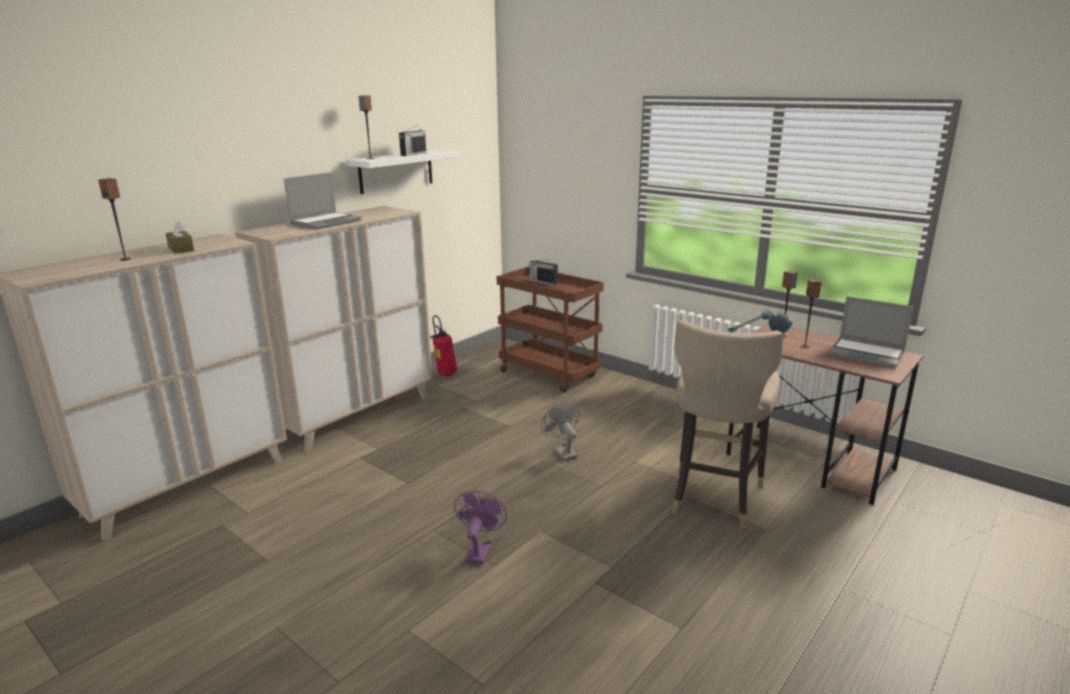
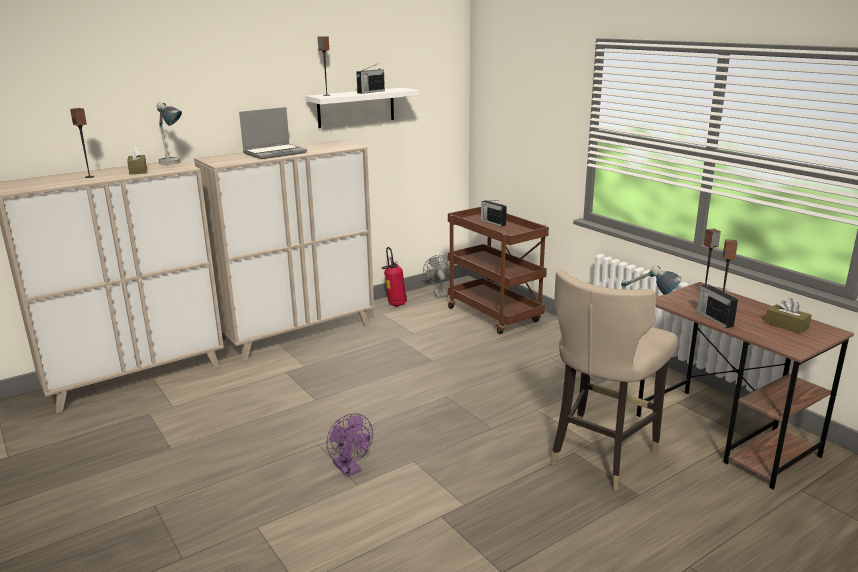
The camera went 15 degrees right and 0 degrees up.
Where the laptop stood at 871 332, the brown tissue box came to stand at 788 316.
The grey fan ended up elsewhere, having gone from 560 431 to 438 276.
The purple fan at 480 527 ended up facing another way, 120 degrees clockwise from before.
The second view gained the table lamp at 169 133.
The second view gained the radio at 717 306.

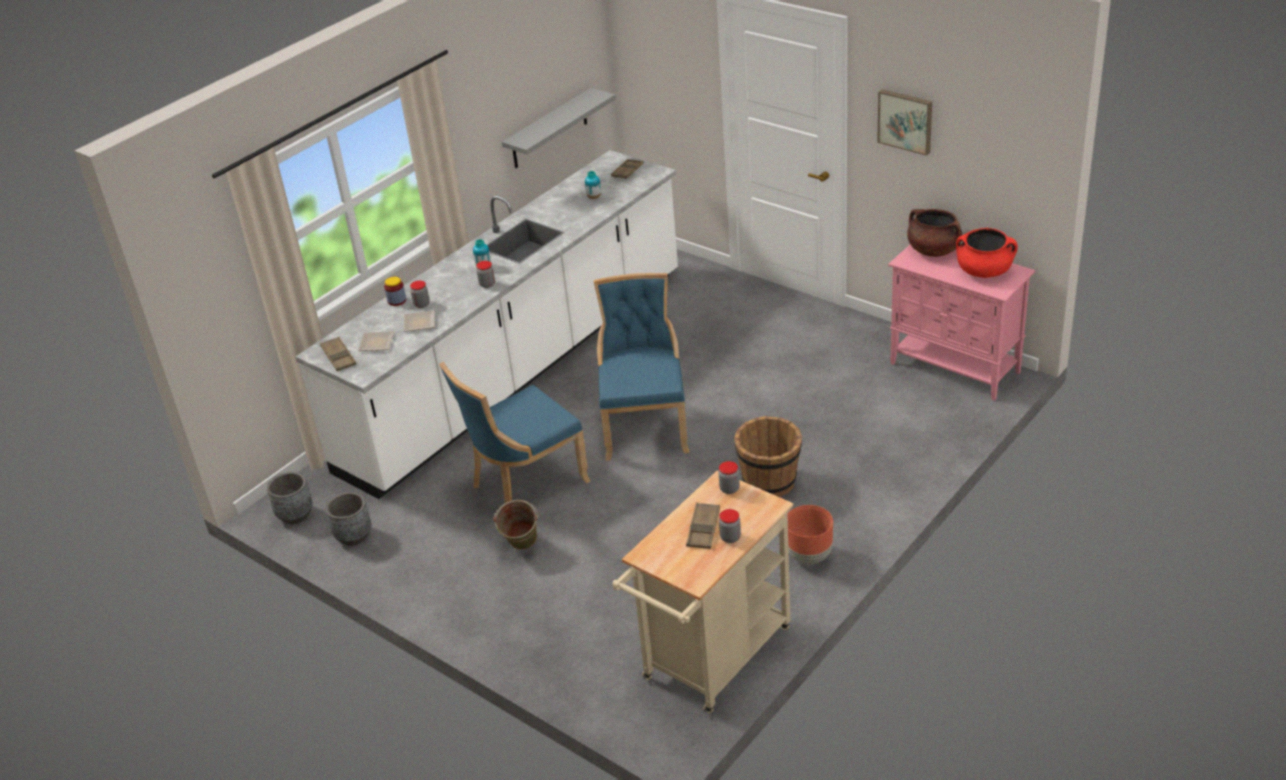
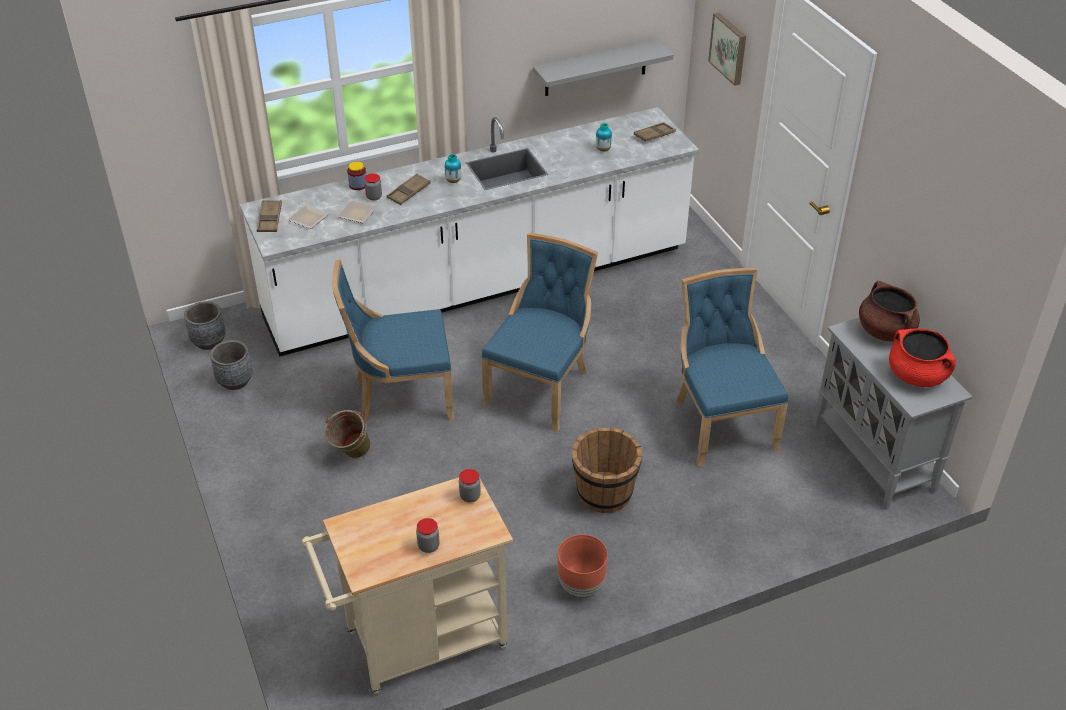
The camera went 25 degrees right and 5 degrees up.
The picture ended up elsewhere, having gone from 904 122 to 727 49.
What was the pink cabinet at 961 323 turned into the grey cabinet at 893 414.
The second view lost the jar at 485 274.
The brown tray ended up elsewhere, having gone from 703 525 to 409 189.
The second view gained the blue chair at 732 367.

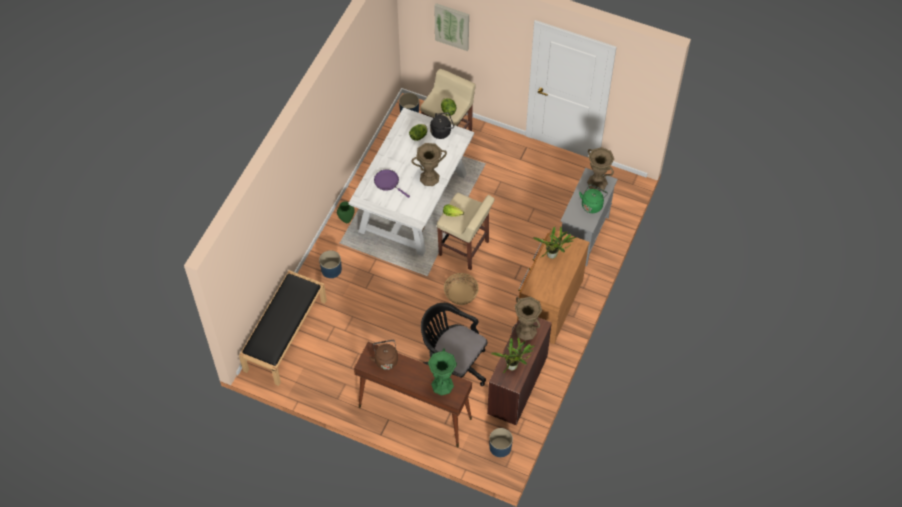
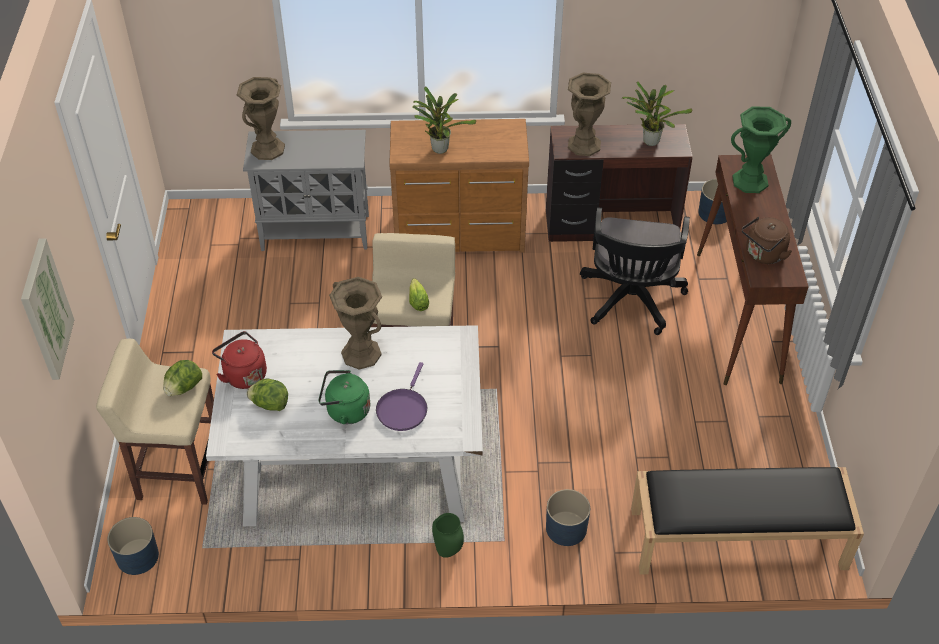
The camera went 115 degrees left and 10 degrees down.
What was the black kettle at 442 125 turned into the red kettle at 239 360.
The green kettle ended up elsewhere, having gone from 593 198 to 344 397.
The second view lost the basket at 461 289.

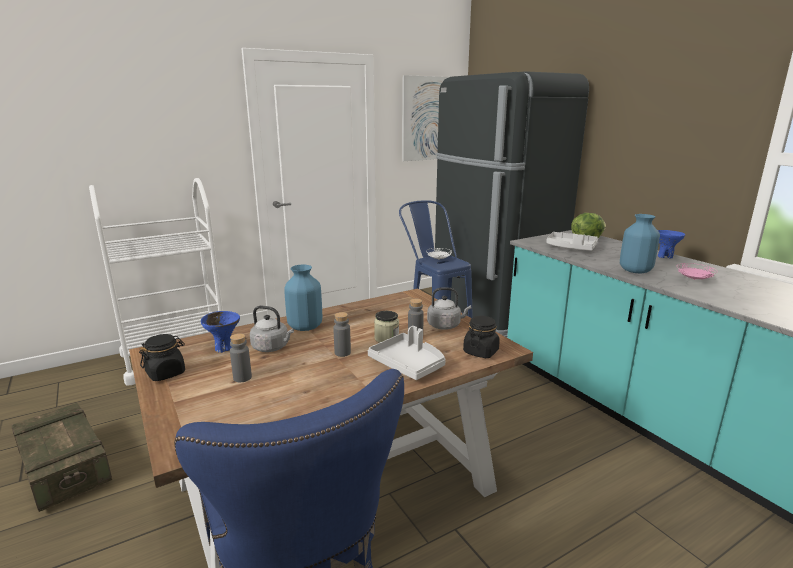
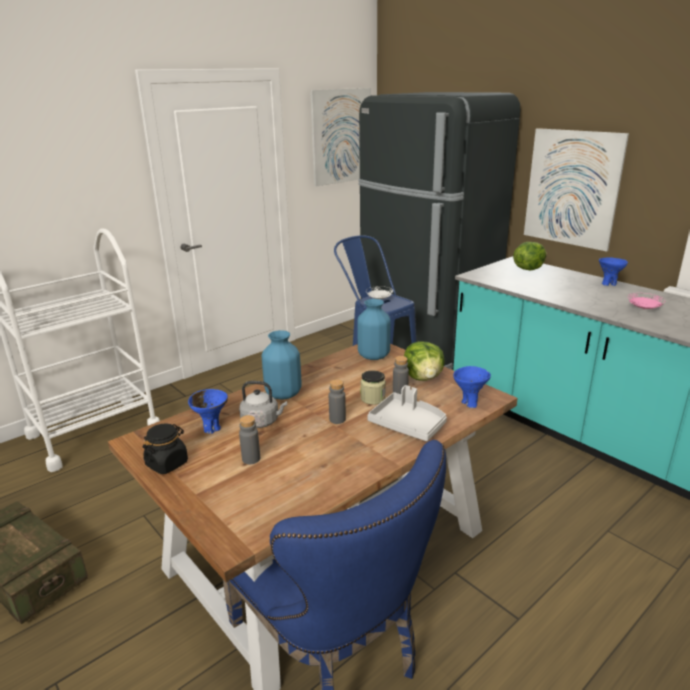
The camera went 10 degrees left and 5 degrees up.
The blue vase ended up elsewhere, having gone from 640 243 to 374 329.
The second view lost the grey tray at 572 241.
Where the grey kettle stood at 449 308, the lettuce came to stand at 424 361.
Where the black jar stood at 481 337, the blue bowl came to stand at 472 387.
The second view gained the picture at 576 190.

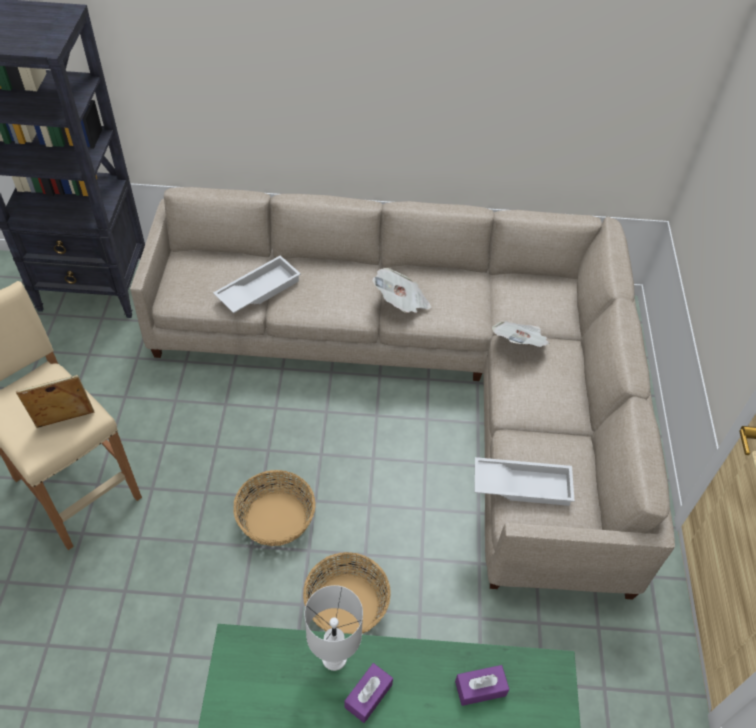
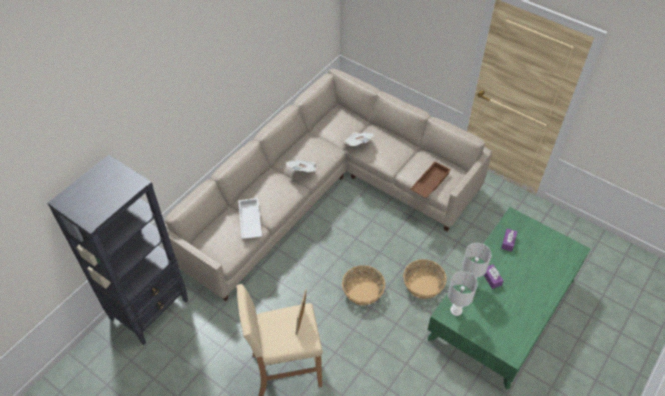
The camera went 55 degrees left and 0 degrees up.
What was the white tray at 524 481 turned into the brown tray at 430 179.
The second view gained the white table lamp at 463 293.

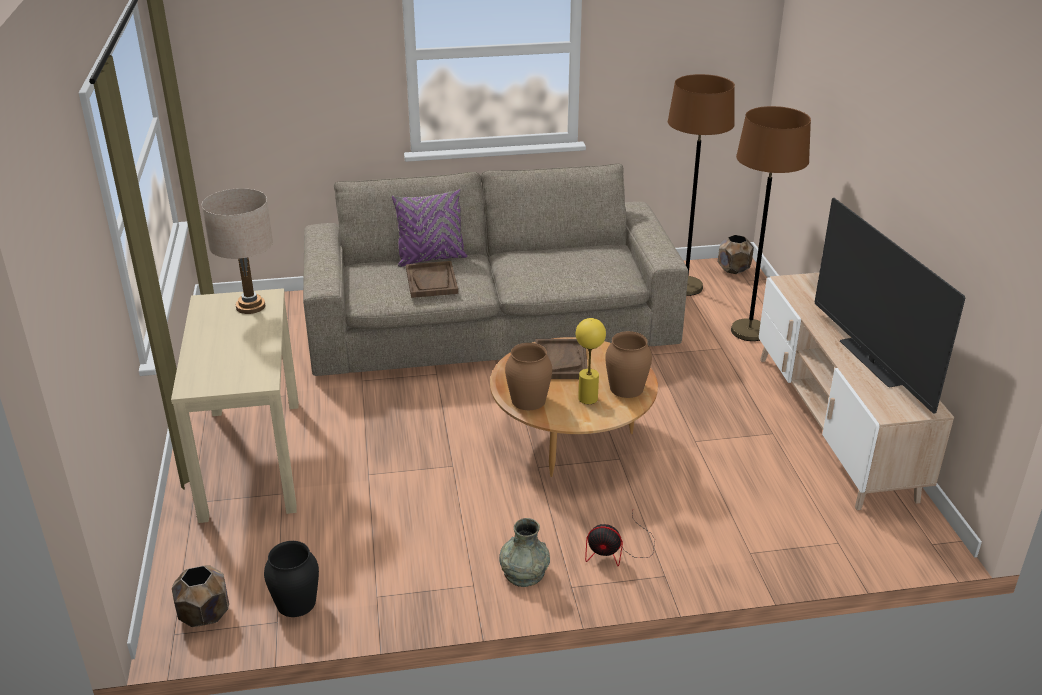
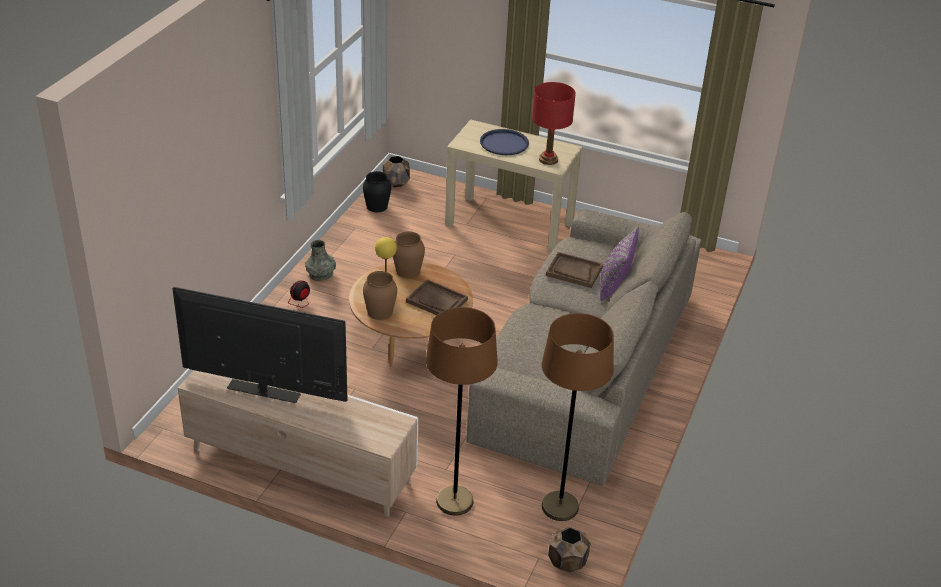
The camera went 120 degrees right and 5 degrees up.
What was the beige table lamp at 237 251 turned into the red table lamp at 554 123.
The second view gained the blue tray at 504 142.

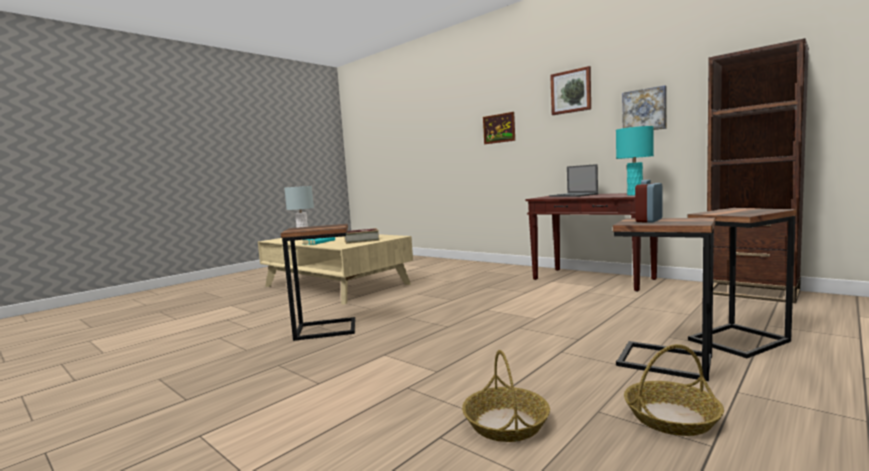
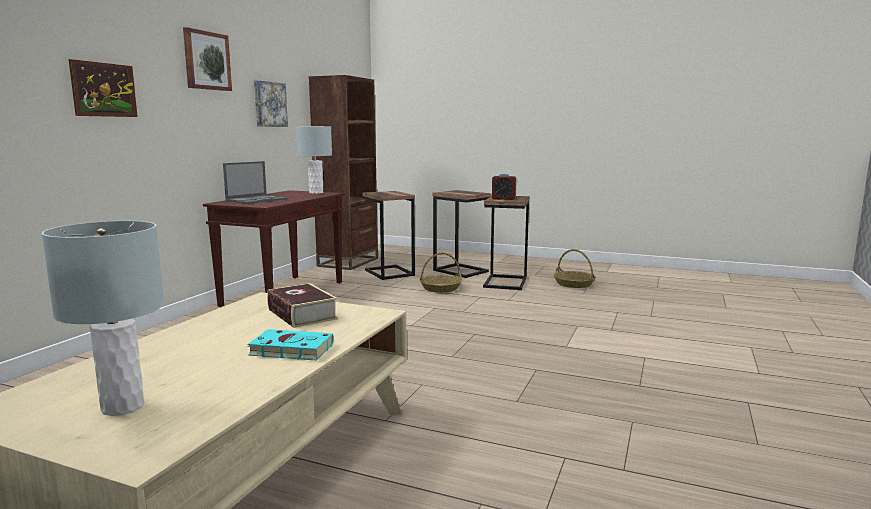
The camera went 110 degrees left and 5 degrees up.
What was the turquoise table lamp at 635 161 turned into the grey table lamp at 314 160.
The side table ended up elsewhere, having gone from 318 282 to 389 235.
The basket ended up elsewhere, having gone from 506 396 to 441 272.

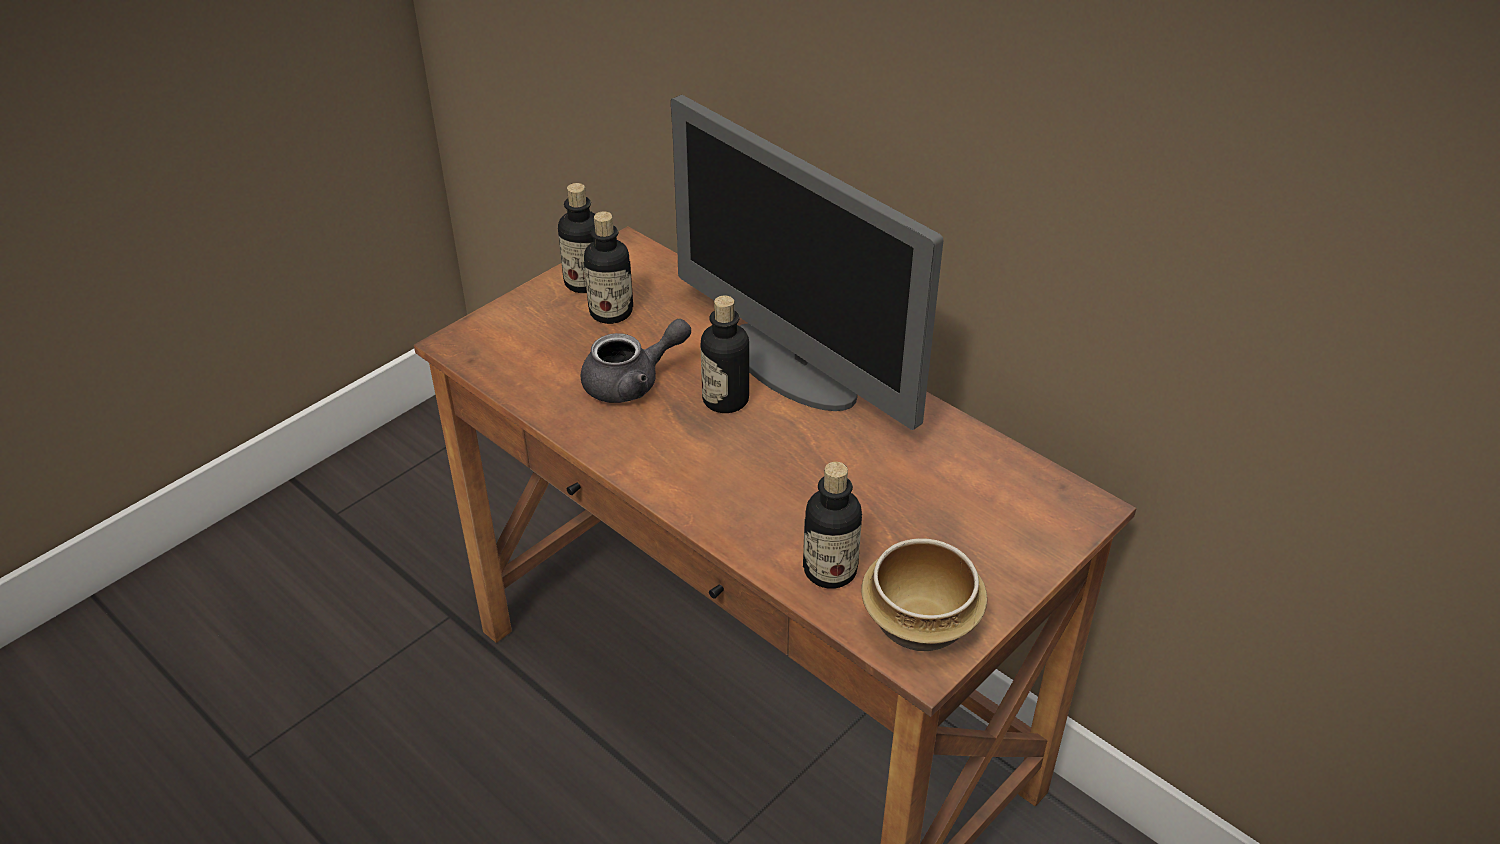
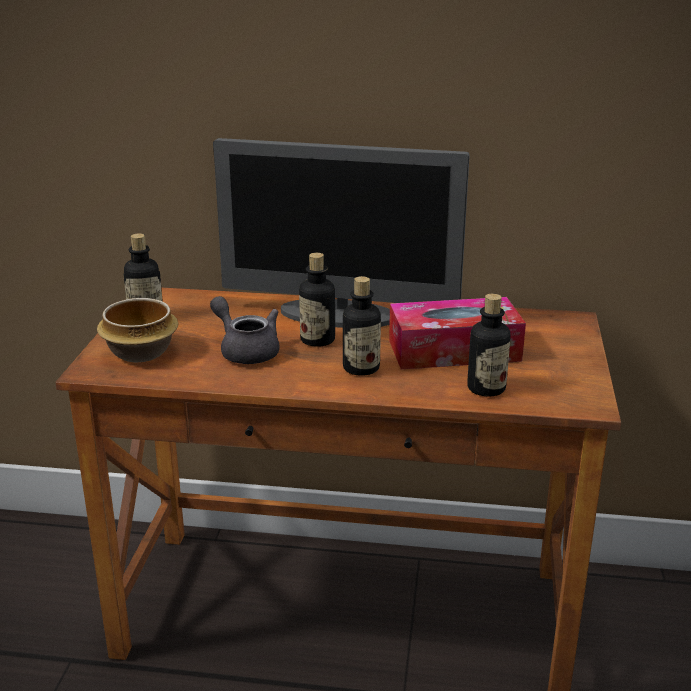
The camera went 35 degrees left and 15 degrees down.
The bottle ended up elsewhere, having gone from 608 267 to 362 326.
The grey teapot at 636 361 ended up facing another way, 75 degrees counterclockwise from before.
The bowl ended up elsewhere, having gone from 924 594 to 137 330.
The second view gained the tissue box at 457 333.

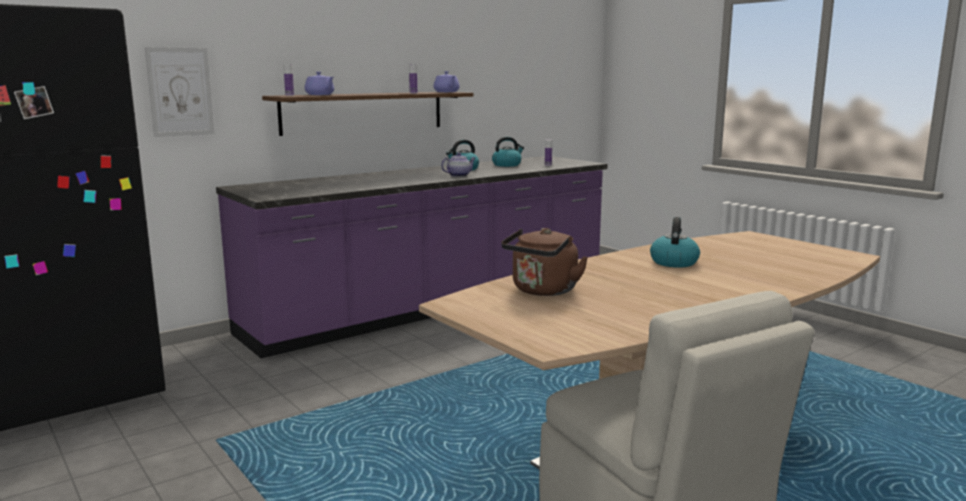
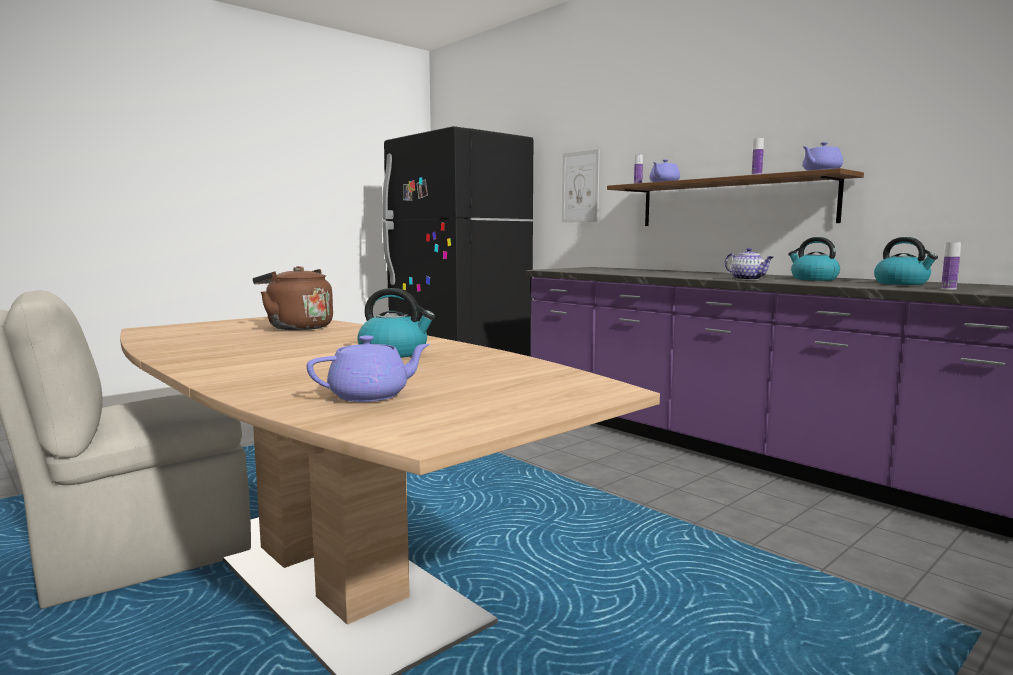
The camera went 85 degrees right and 5 degrees down.
The second view gained the purple teapot at 368 368.

